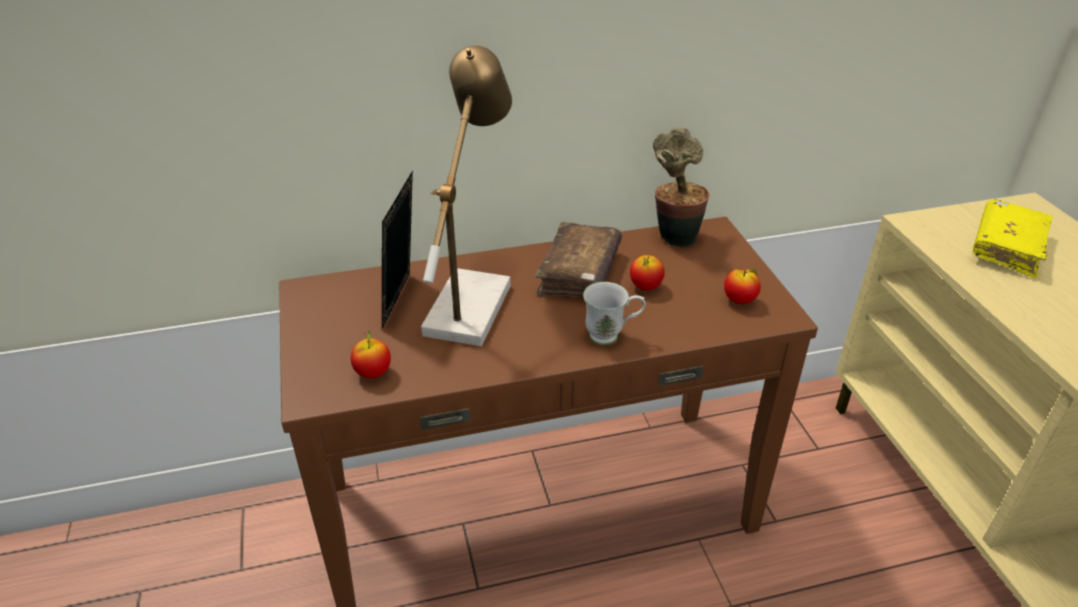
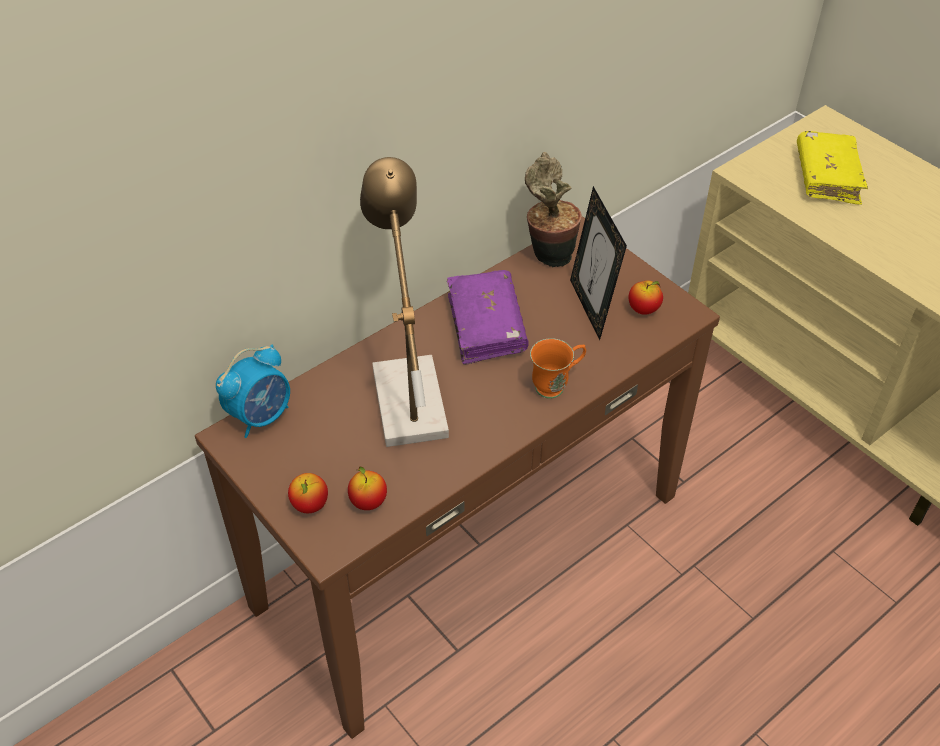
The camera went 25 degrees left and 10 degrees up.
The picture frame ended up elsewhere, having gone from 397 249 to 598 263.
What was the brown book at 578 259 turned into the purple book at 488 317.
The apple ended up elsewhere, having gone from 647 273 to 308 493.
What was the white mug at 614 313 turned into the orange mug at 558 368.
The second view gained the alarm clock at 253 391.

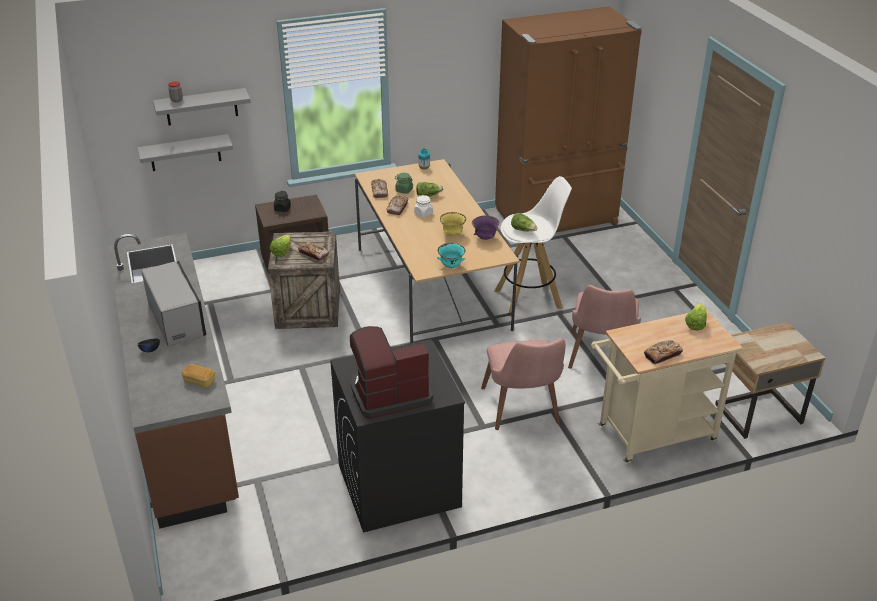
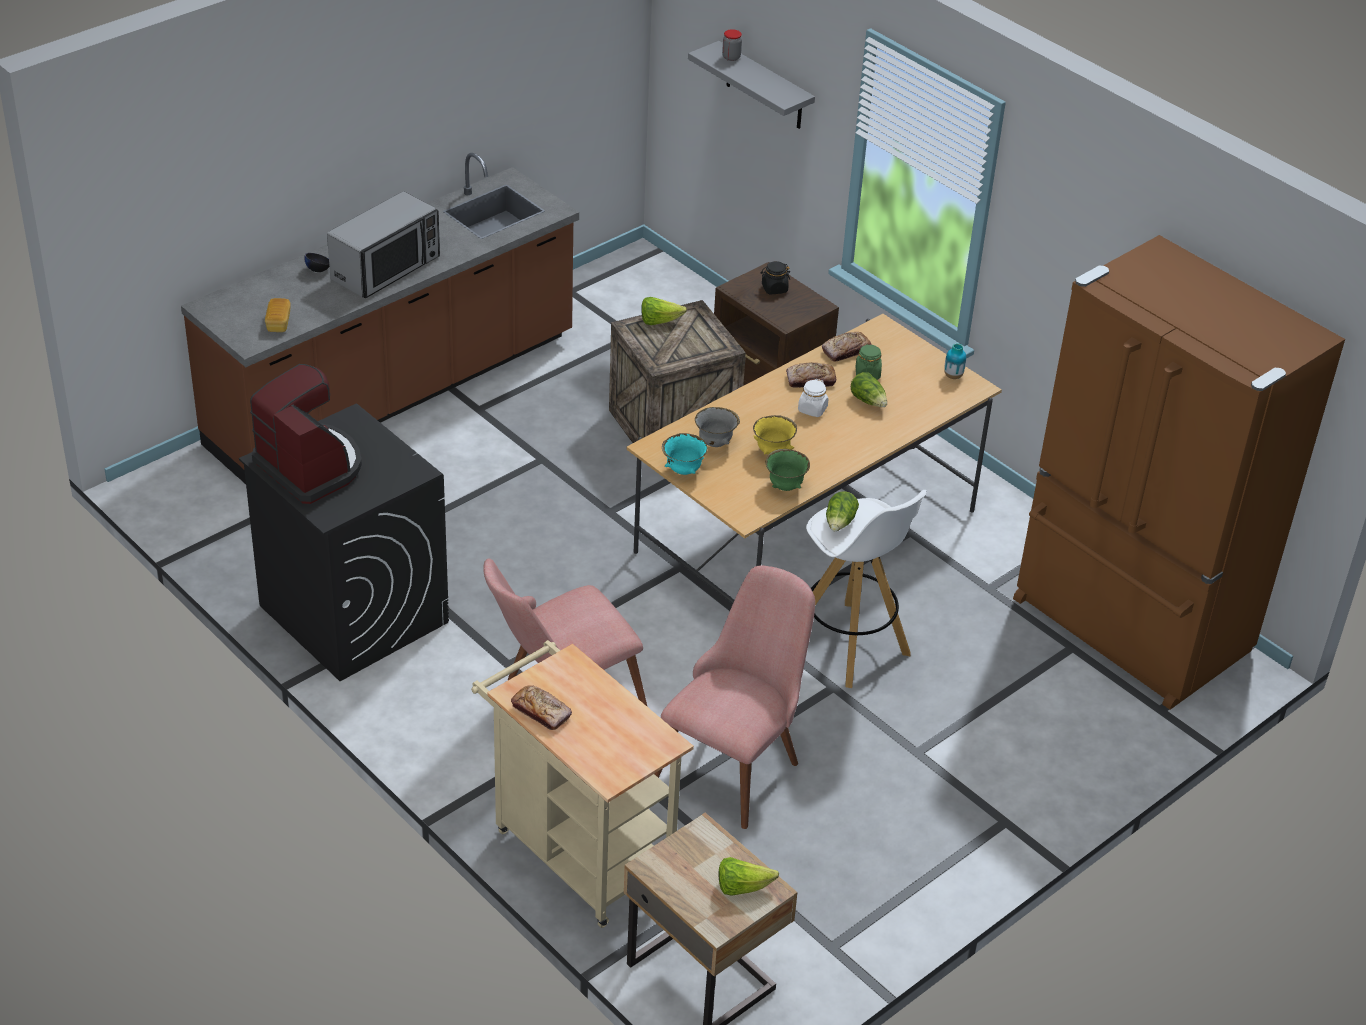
The camera went 65 degrees right and 5 degrees up.
The second view lost the grey shelf at 185 152.
What was the purple bowl at 485 228 turned into the green bowl at 788 470.
The second view lost the bread at 313 251.
The pink chair at 604 327 ended up facing another way, 135 degrees clockwise from before.
The lettuce ended up elsewhere, having gone from 696 316 to 749 876.
The second view gained the grey bowl at 717 427.

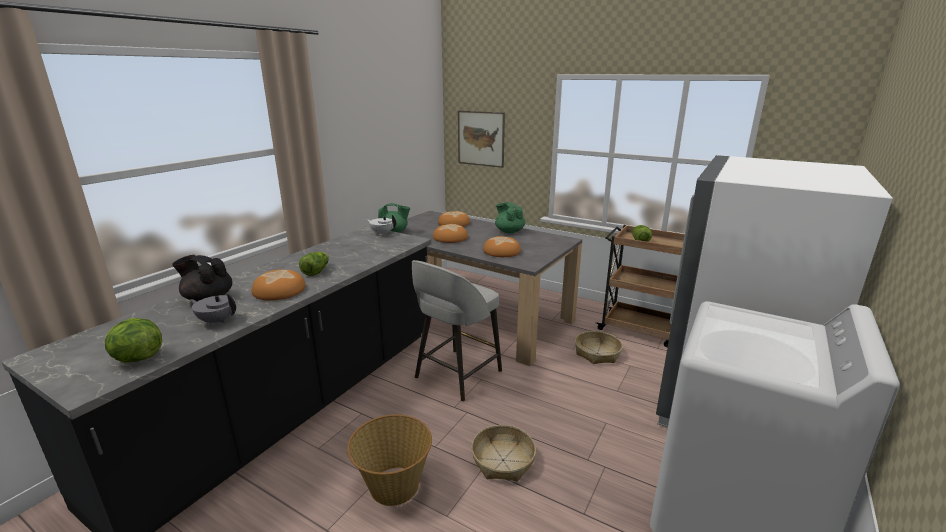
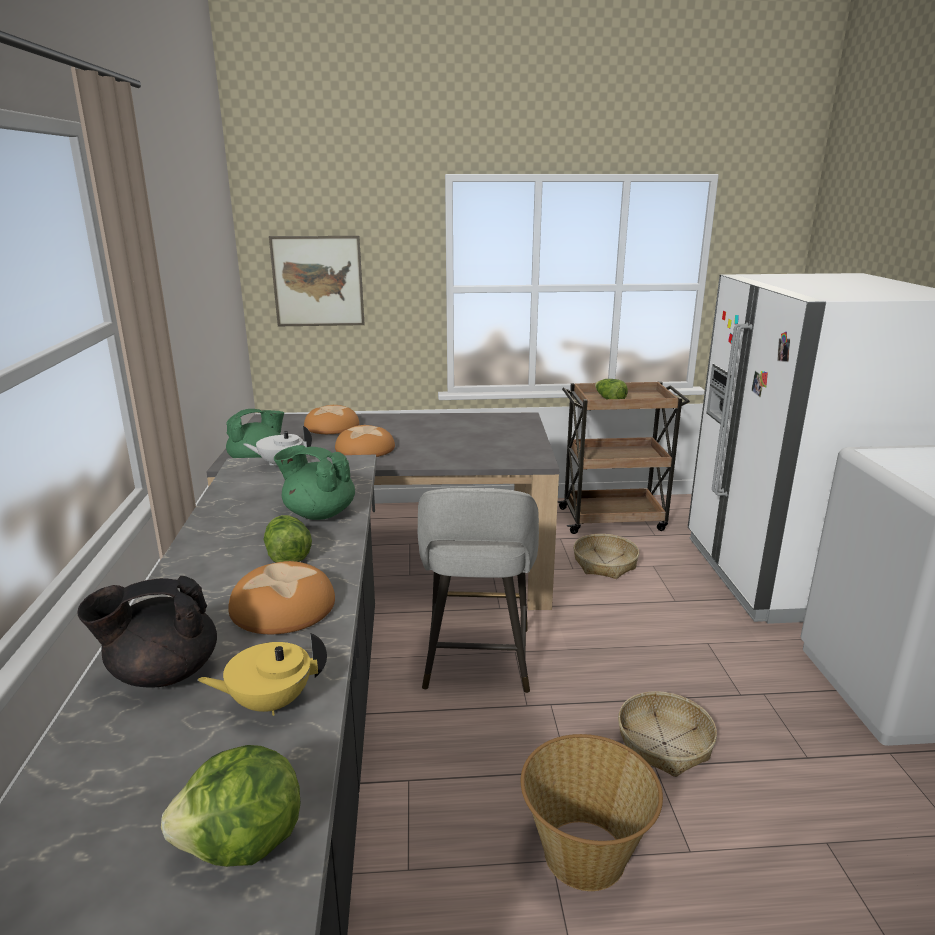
The camera went 35 degrees left and 0 degrees up.
The green teapot ended up elsewhere, having gone from 510 217 to 314 482.
The second view lost the bread at 502 246.
What was the grey teapot at 213 309 turned into the yellow teapot at 262 674.

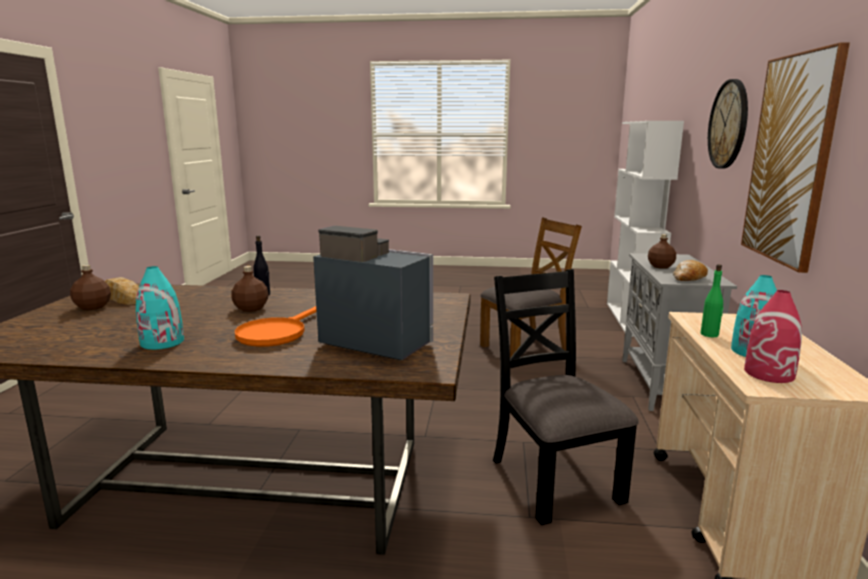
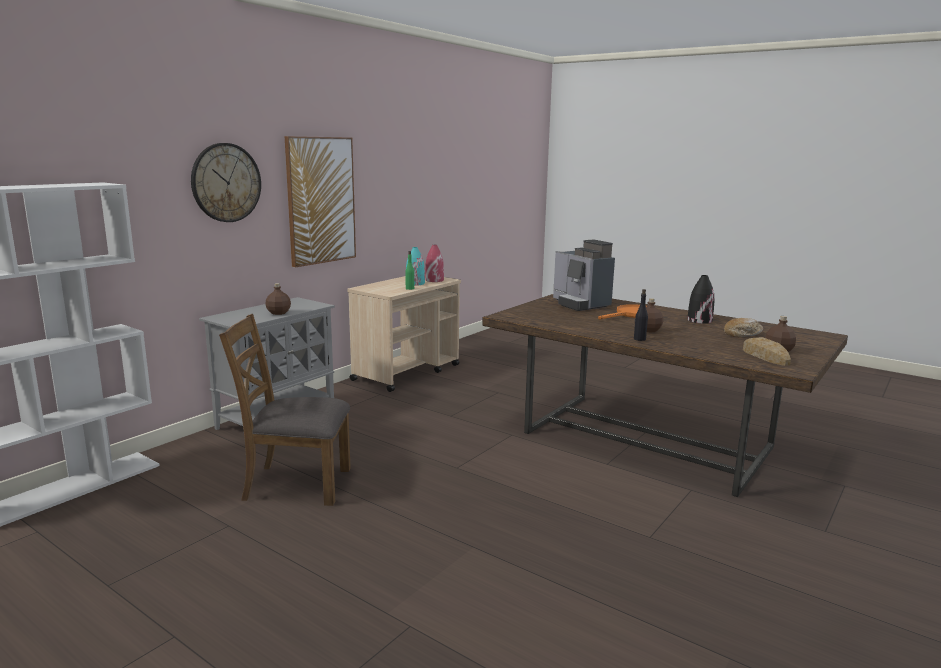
The camera went 150 degrees left and 0 degrees up.
The bread ended up elsewhere, having gone from 690 270 to 743 328.
What was the turquoise vase at 160 308 turned into the black vase at 701 299.
The second view lost the black chair at 566 397.

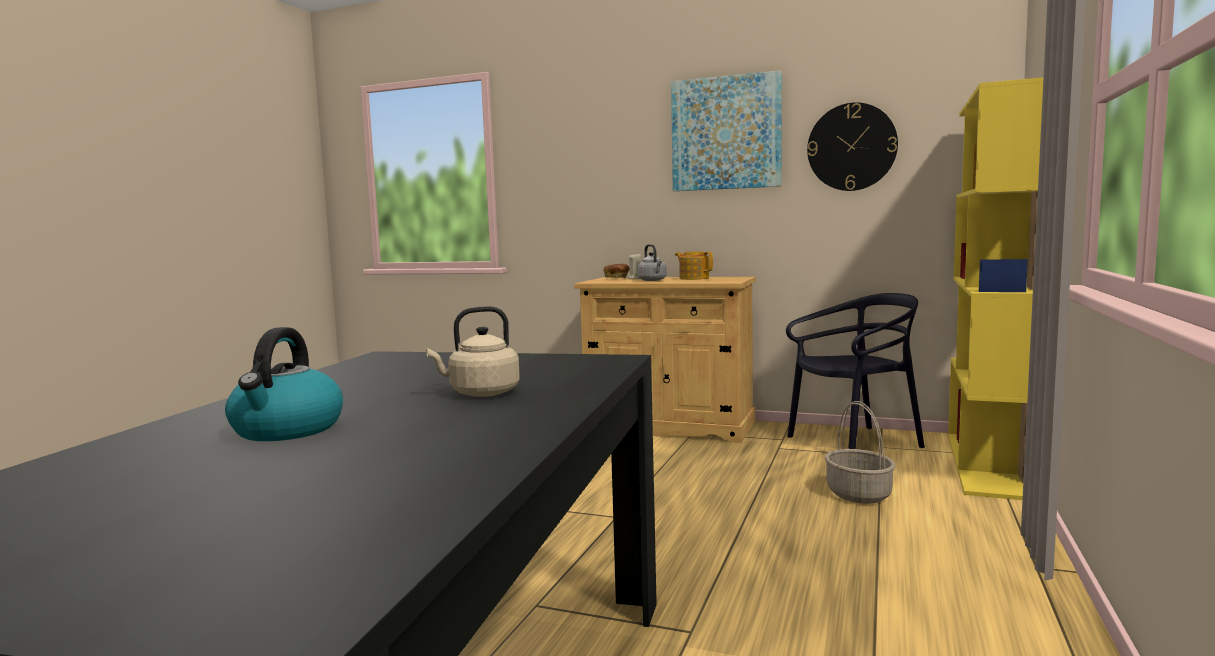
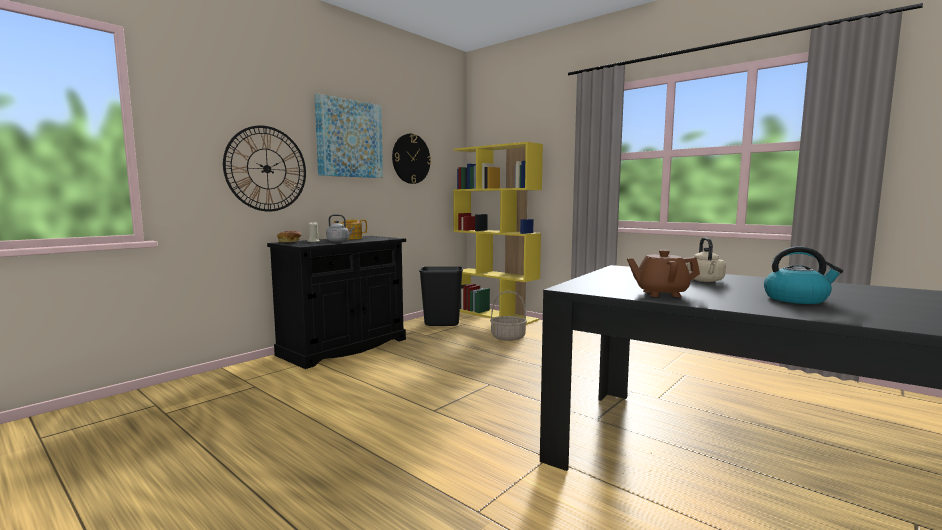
The camera went 70 degrees left and 0 degrees up.
What was the beige cabinet at 665 360 turned into the black cabinet at 336 302.
Where the black chair stood at 855 371, the black trash can came to stand at 441 296.
The second view gained the wall clock at 264 168.
The second view gained the brown teapot at 663 273.

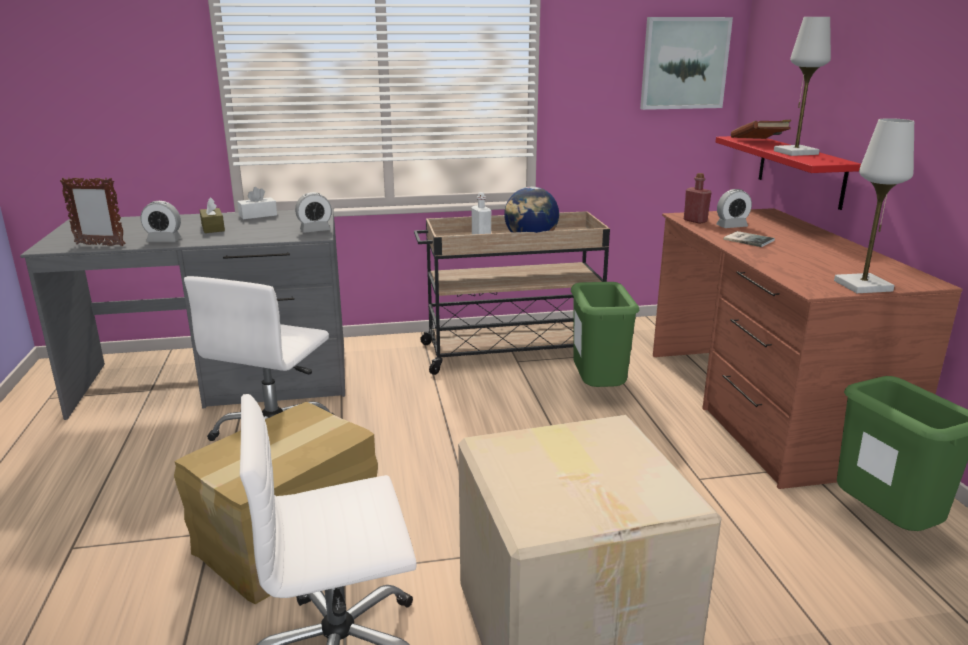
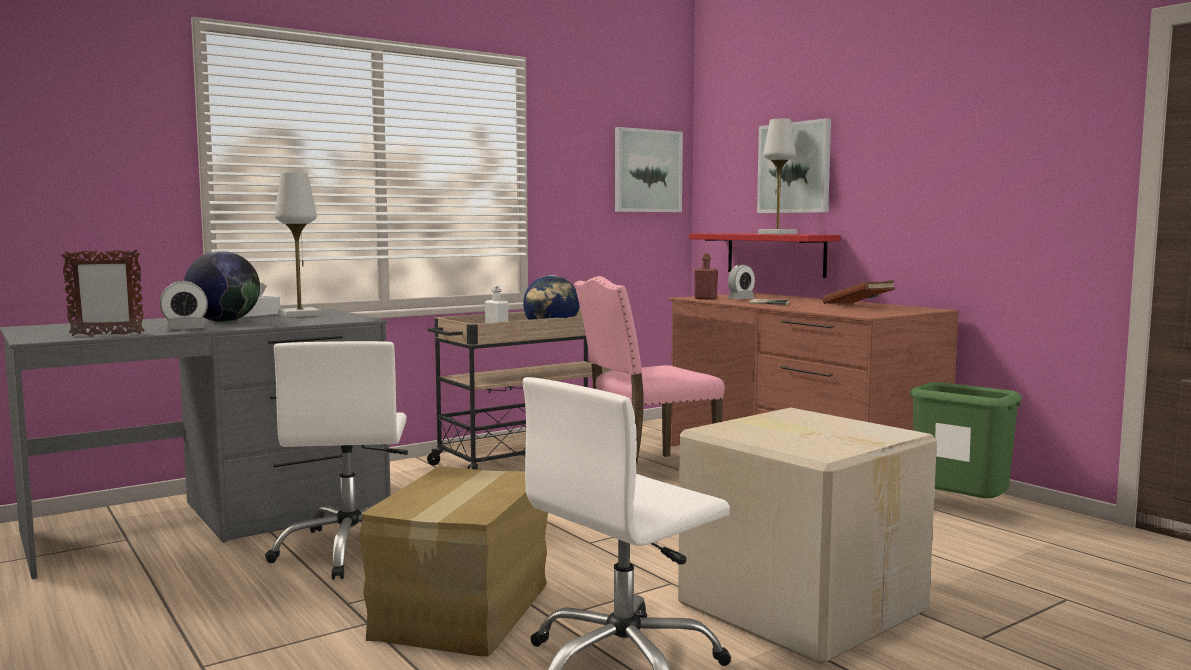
The camera went 25 degrees left and 15 degrees down.
The white table lamp ended up elsewhere, having gone from 874 205 to 298 245.
The brown book ended up elsewhere, having gone from 761 129 to 858 292.
The second view lost the alarm clock at 313 212.
Where the brown tissue box stood at 212 215, the globe came to stand at 222 286.
Where the green trash can stood at 605 334, the pink chair came to stand at 649 371.
The second view gained the picture at 794 165.

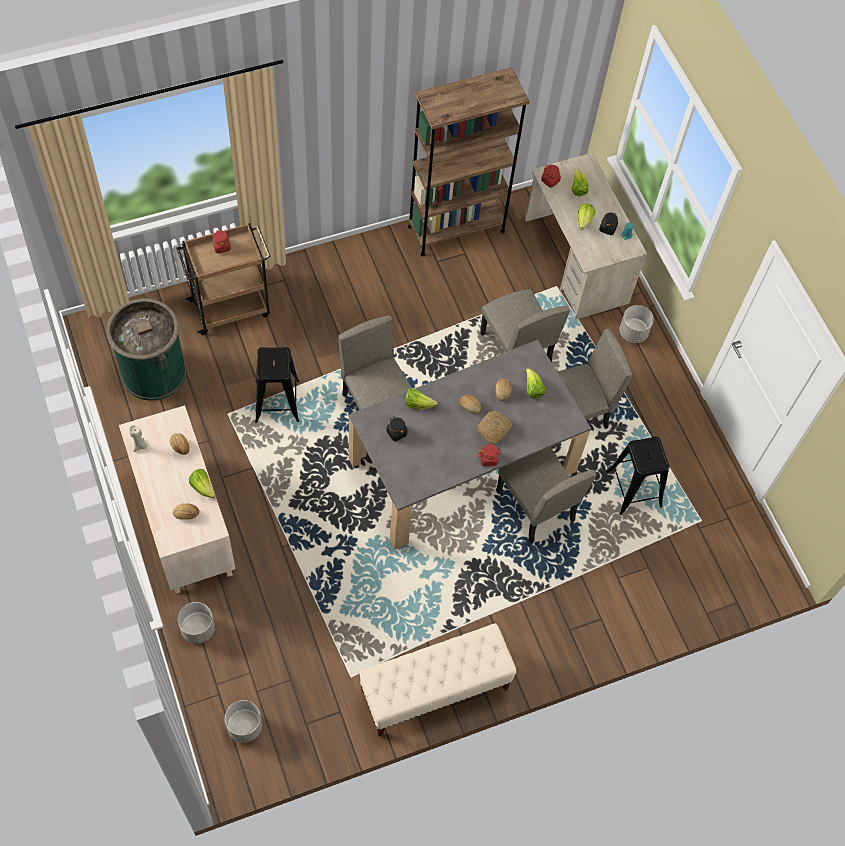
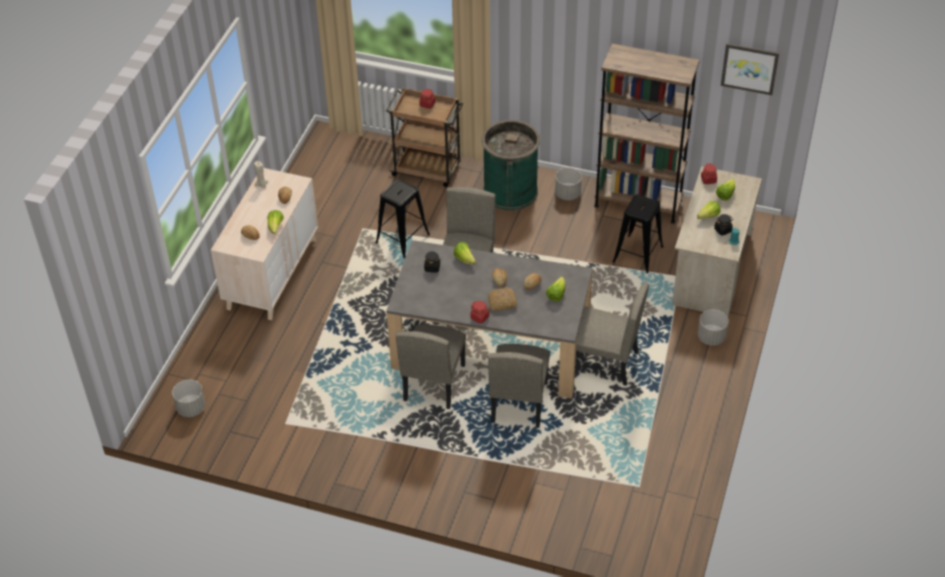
The camera went 45 degrees right and 15 degrees down.
The beige chair ended up elsewhere, having gone from 525 325 to 431 367.
The green trash can ended up elsewhere, having gone from 146 350 to 510 165.
The black stool ended up elsewhere, having gone from 638 476 to 638 233.
The grey planter ended up elsewhere, having gone from 196 623 to 568 184.
The second view lost the beige bench at 437 679.
The second view gained the picture at 750 69.

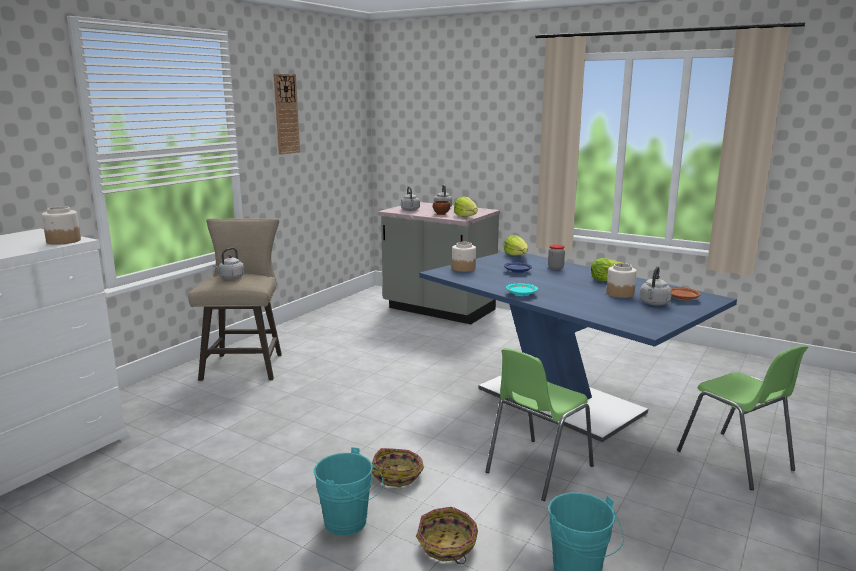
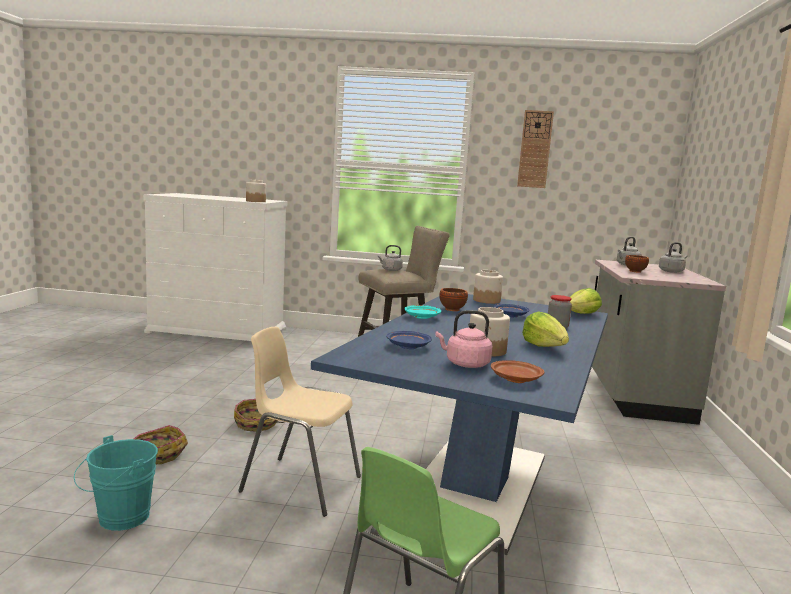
The camera went 65 degrees right and 5 degrees down.
The second view lost the lettuce at 466 206.
What was the grey kettle at 656 285 turned into the pink kettle at 464 339.
What was the green chair at 539 424 turned into the beige chair at 299 422.
The second view lost the turquoise bucket at 348 491.
The second view gained the brown bowl at 453 299.
The second view gained the blue plate at 409 340.

